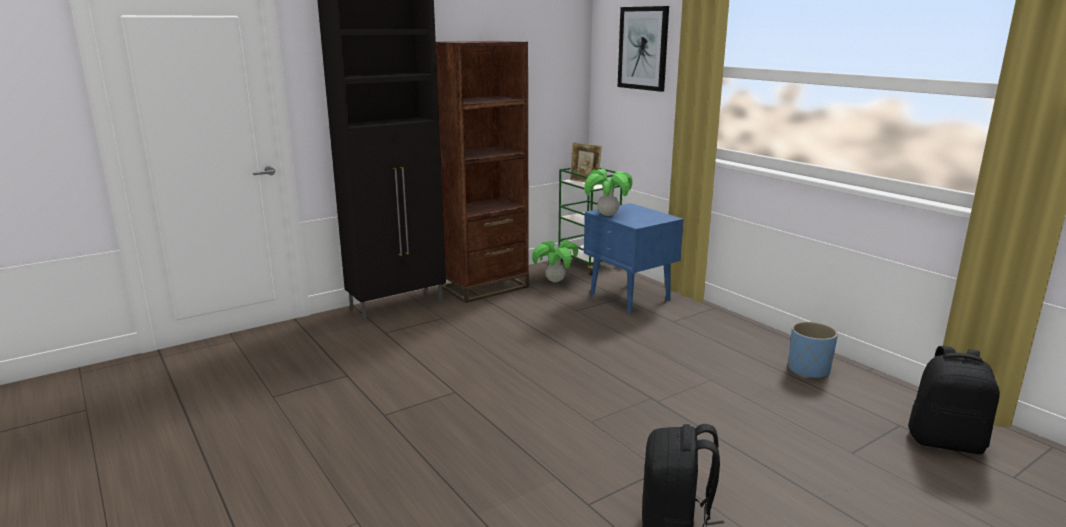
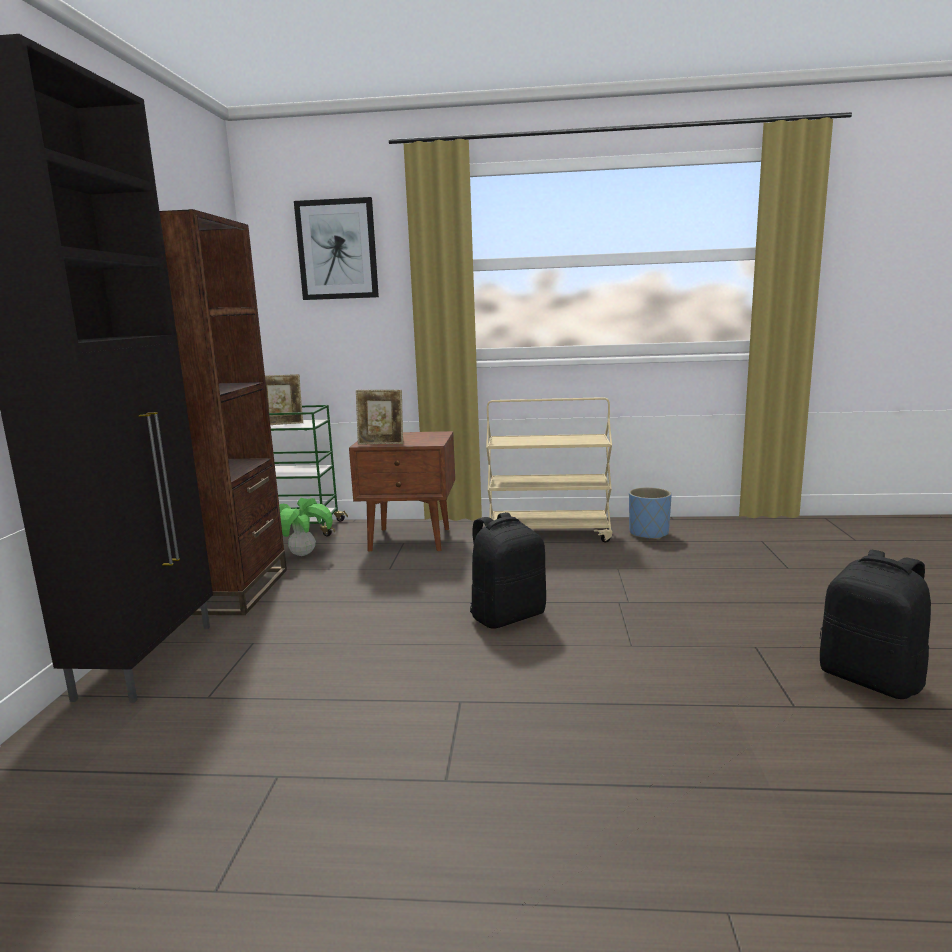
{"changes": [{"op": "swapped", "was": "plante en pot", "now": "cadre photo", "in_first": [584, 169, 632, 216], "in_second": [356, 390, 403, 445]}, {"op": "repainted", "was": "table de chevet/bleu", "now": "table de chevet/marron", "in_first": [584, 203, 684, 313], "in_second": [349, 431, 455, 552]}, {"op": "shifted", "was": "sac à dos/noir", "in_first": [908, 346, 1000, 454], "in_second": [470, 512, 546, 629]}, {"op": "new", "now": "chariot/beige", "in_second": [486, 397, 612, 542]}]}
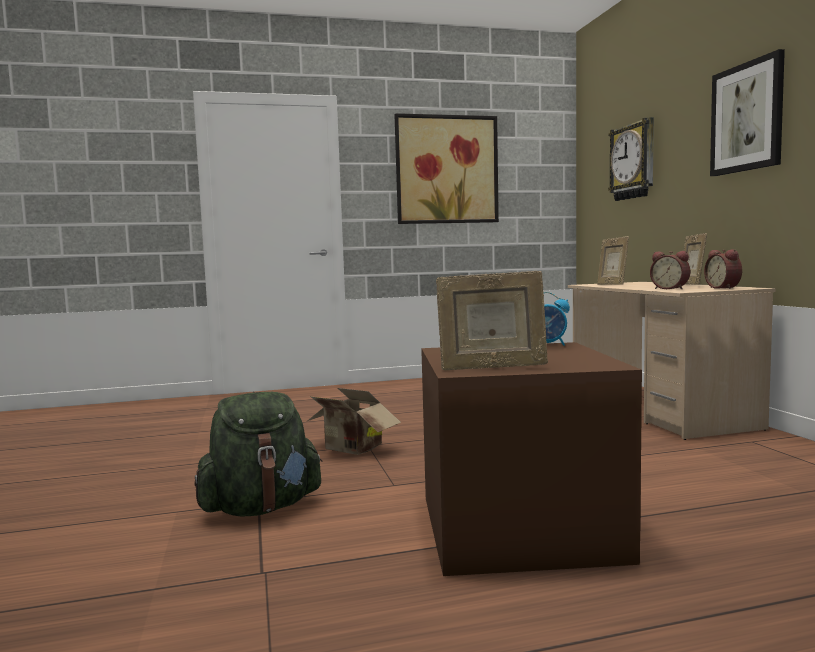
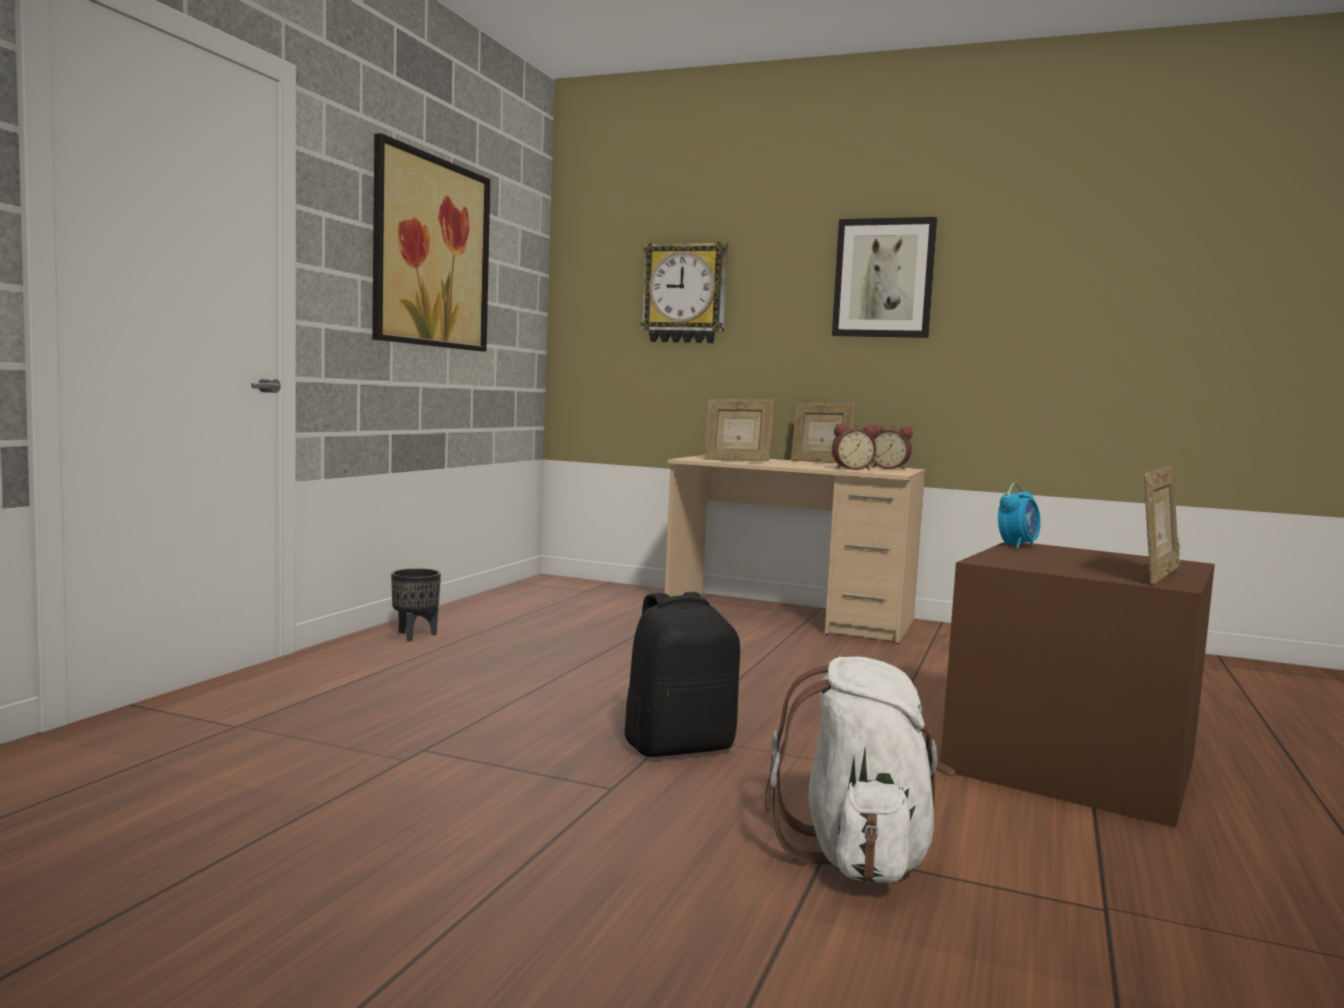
{"changes": [{"op": "swapped", "was": "carton", "now": "sac à dos/noir", "in_first": [308, 388, 401, 455], "in_second": [624, 592, 740, 757]}, {"op": "repainted", "was": "sac à dos/vert", "now": "sac à dos/blanc", "in_first": [194, 392, 323, 517], "in_second": [765, 657, 955, 883]}, {"op": "new", "now": "cache-pot/noir", "in_second": [391, 568, 441, 641]}]}
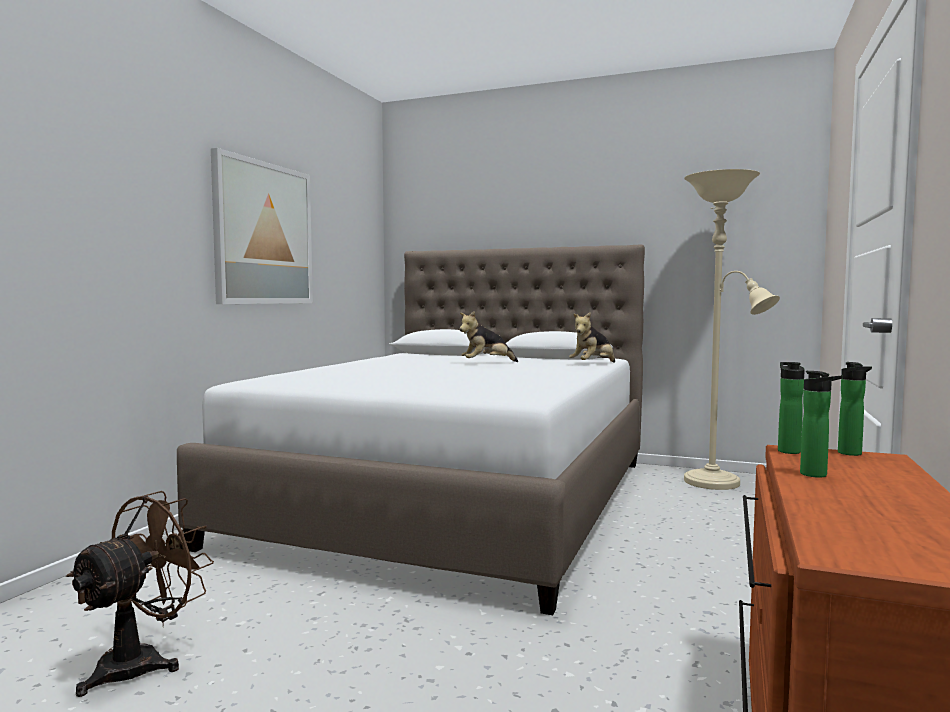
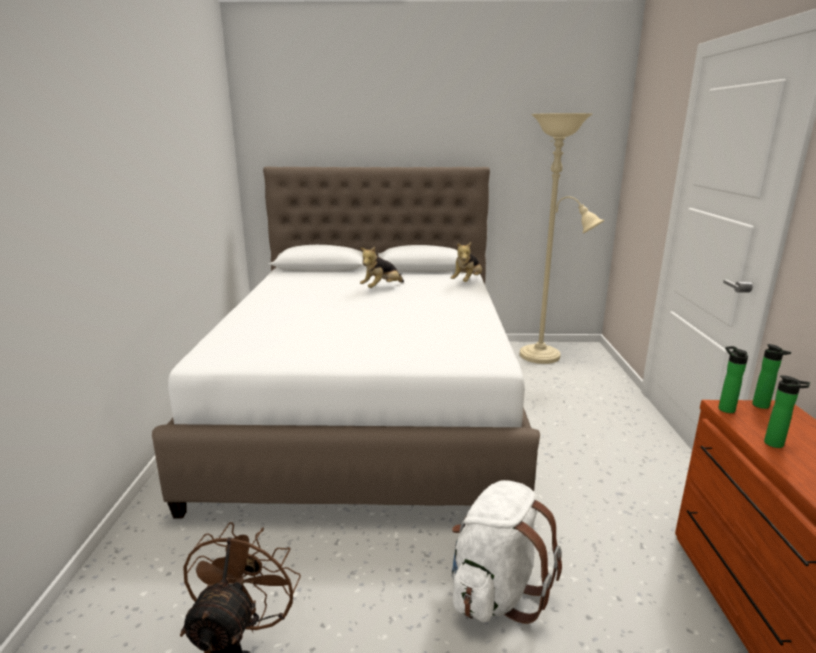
{"changes": [{"op": "gone", "was": "tableau", "in_first": [211, 148, 313, 304]}, {"op": "new", "now": "sac à dos/blanc", "in_second": [452, 480, 562, 624]}]}
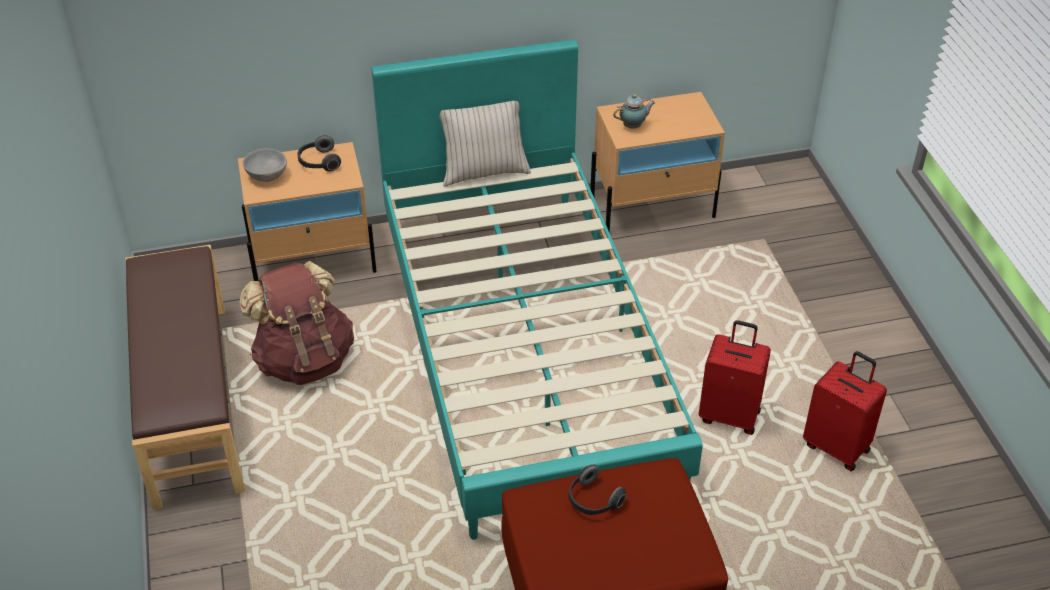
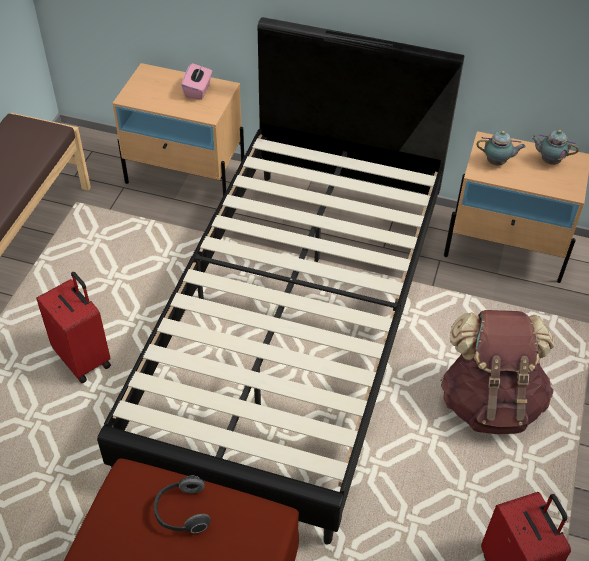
{"changes": [{"op": "repainted", "was": "lit/turquoise", "now": "lit/noir", "in_first": [371, 39, 703, 540], "in_second": [97, 17, 465, 545]}, {"op": "gone", "was": "coussin/beige", "in_first": [439, 101, 531, 187]}, {"op": "swapped", "was": "casque audio", "now": "boîte à mouchoirs/rose", "in_first": [298, 135, 341, 171], "in_second": [181, 63, 212, 100]}, {"op": "gone", "was": "bol/gris", "in_first": [243, 148, 287, 182]}, {"op": "shifted", "was": "sac à dos/marron", "in_first": [239, 261, 354, 385], "in_second": [440, 310, 555, 434]}, {"op": "shifted", "was": "valise/rouge", "in_first": [699, 320, 771, 435], "in_second": [36, 272, 111, 384]}, {"op": "new", "now": "théière", "in_second": [531, 130, 579, 165]}]}
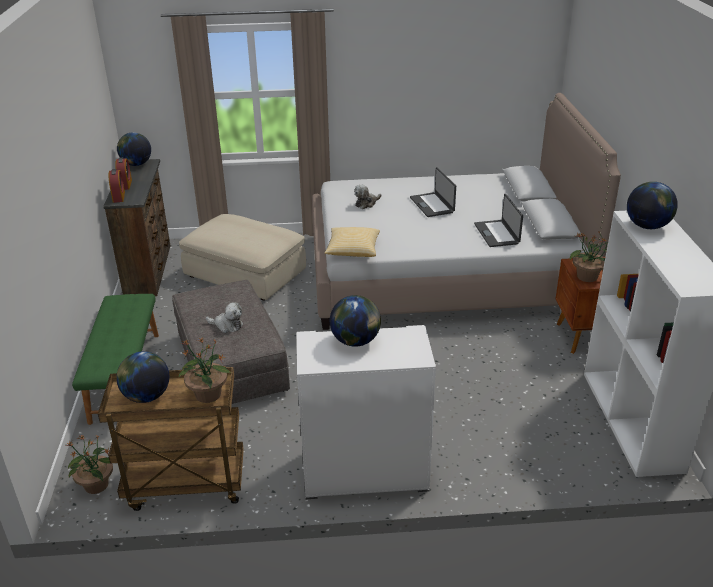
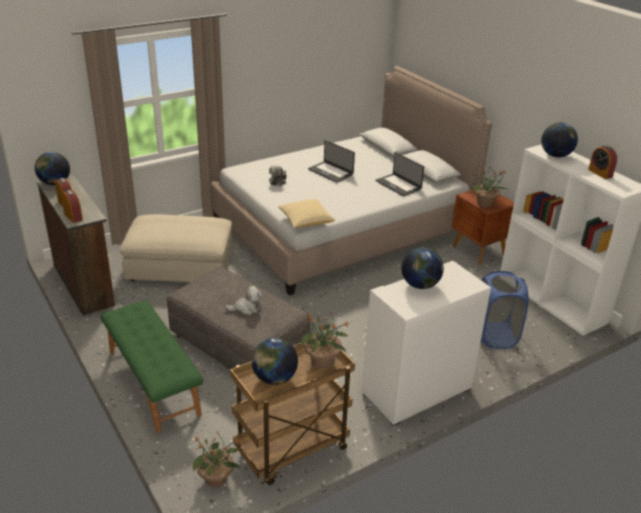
{"changes": [{"op": "new", "now": "réveil", "in_second": [588, 145, 617, 179]}, {"op": "new", "now": "panier à linge/bleu", "in_second": [481, 271, 528, 349]}]}
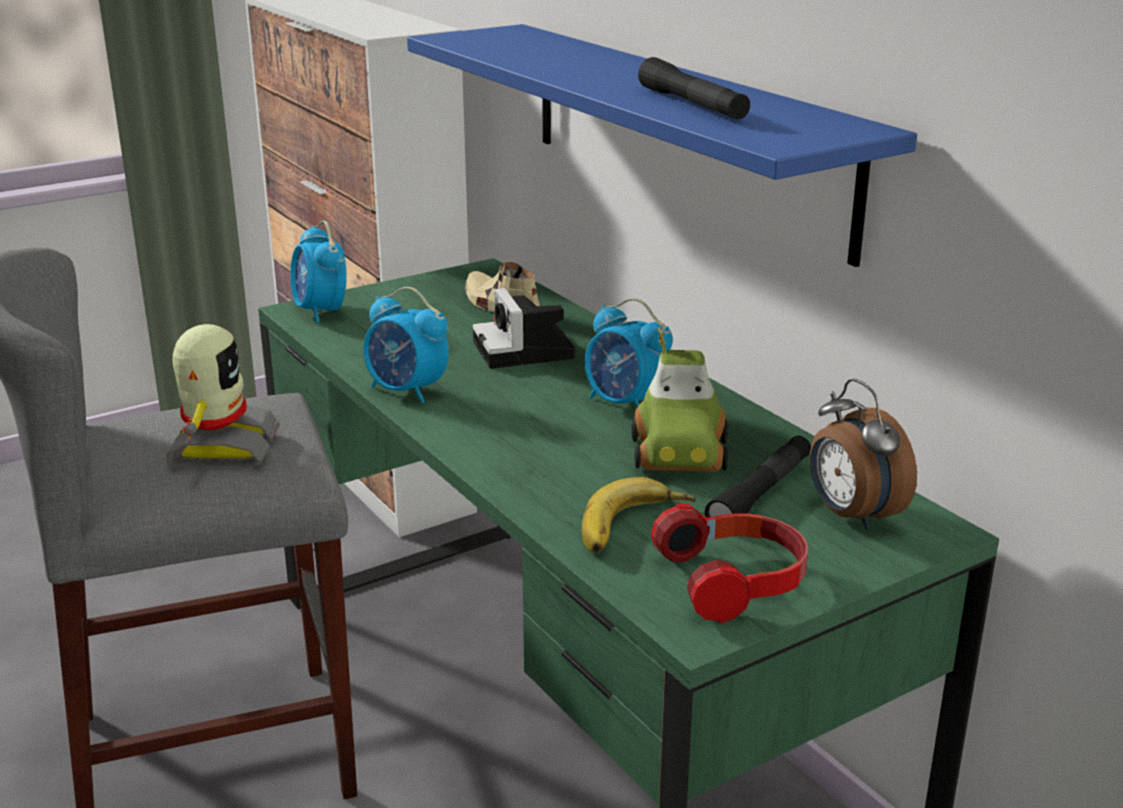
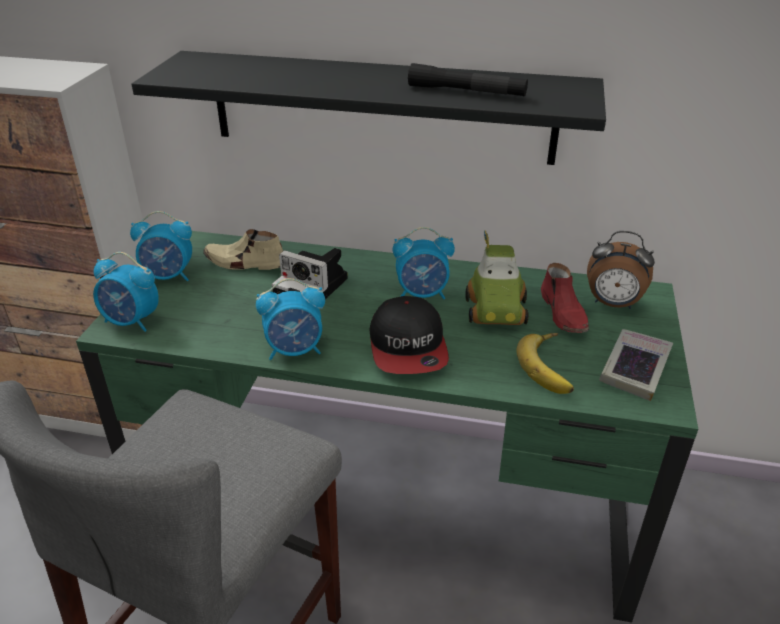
{"changes": [{"op": "repainted", "was": "étagère/bleu", "now": "étagère/noir", "in_first": [407, 24, 917, 267], "in_second": [131, 51, 606, 165]}, {"op": "gone", "was": "robot jouet", "in_first": [165, 324, 280, 470]}, {"op": "rotated", "was": "petite voiture", "in_first": [631, 327, 728, 472], "in_second": [465, 230, 528, 325], "clockwise": 45}, {"op": "swapped", "was": "lampe de poche/noir", "now": "chaussure/rouge", "in_first": [705, 436, 811, 518], "in_second": [541, 263, 589, 333]}, {"op": "swapped", "was": "casque audio", "now": "livre", "in_first": [651, 503, 808, 624], "in_second": [599, 329, 673, 401]}, {"op": "new", "now": "réveil", "in_second": [130, 211, 192, 281]}, {"op": "new", "now": "casquette", "in_second": [369, 296, 449, 374]}]}
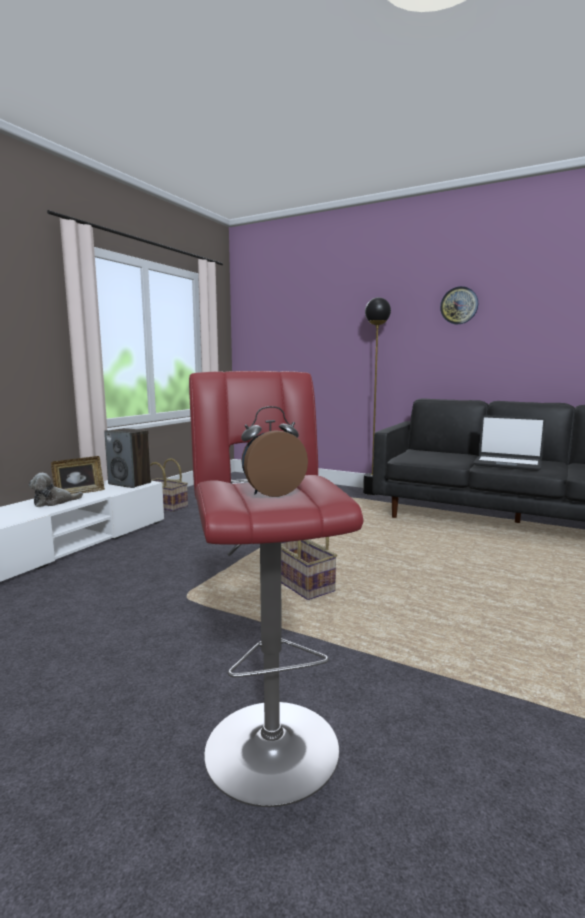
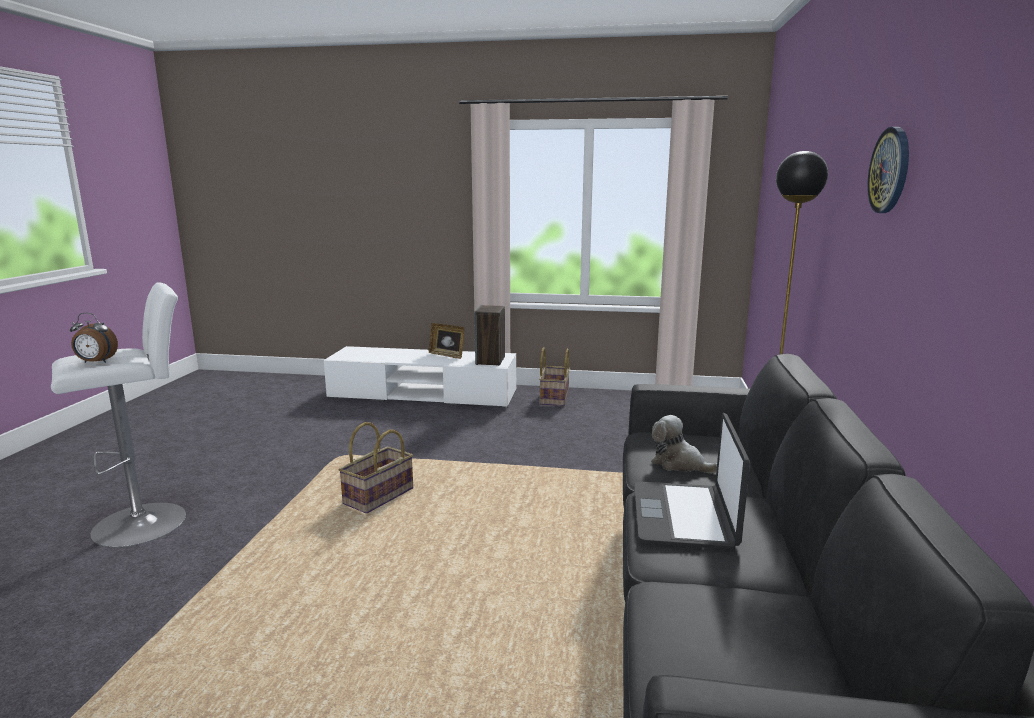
{"changes": [{"op": "repainted", "was": "tabouret/rouge", "now": "tabouret/blanc", "in_first": [189, 371, 363, 807], "in_second": [51, 282, 186, 547]}, {"op": "rotated", "was": "réveil", "in_first": [241, 406, 308, 497], "in_second": [70, 313, 118, 363], "clockwise": 135}, {"op": "shifted", "was": "peluche", "in_first": [29, 473, 83, 507], "in_second": [651, 415, 717, 473]}]}
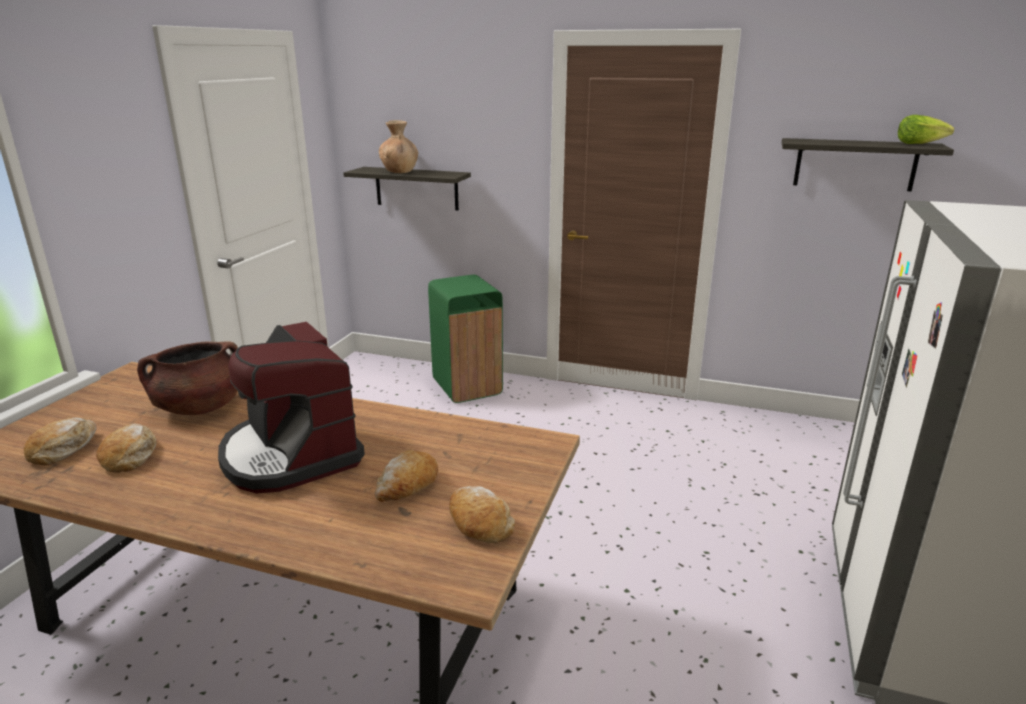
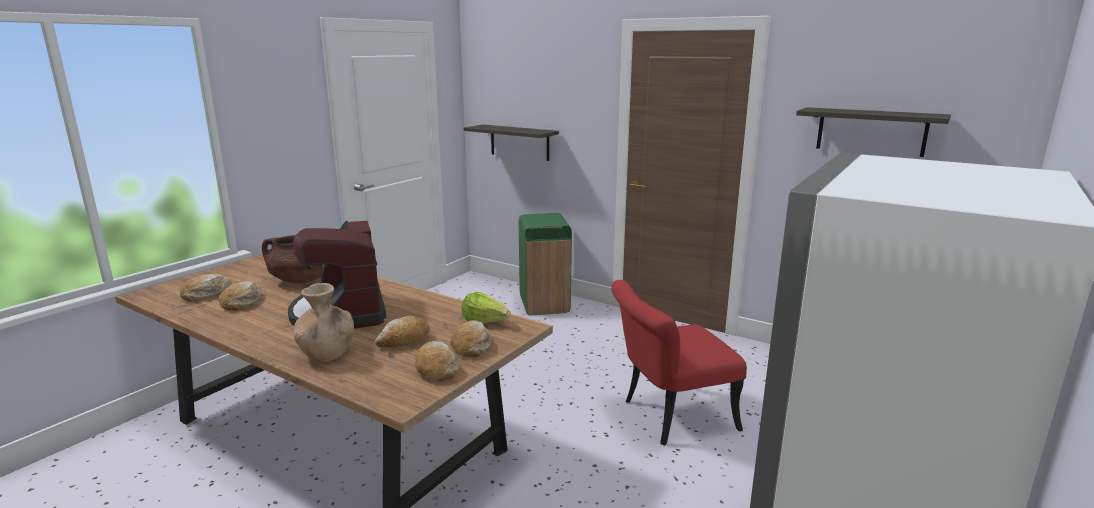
{"changes": [{"op": "shifted", "was": "laitue", "in_first": [898, 115, 954, 144], "in_second": [462, 292, 510, 323]}, {"op": "shifted", "was": "vase/marron", "in_first": [379, 120, 418, 173], "in_second": [294, 283, 355, 362]}, {"op": "new", "now": "chaise/rouge", "in_second": [611, 280, 747, 445]}, {"op": "new", "now": "pain", "in_second": [450, 320, 491, 357]}]}
